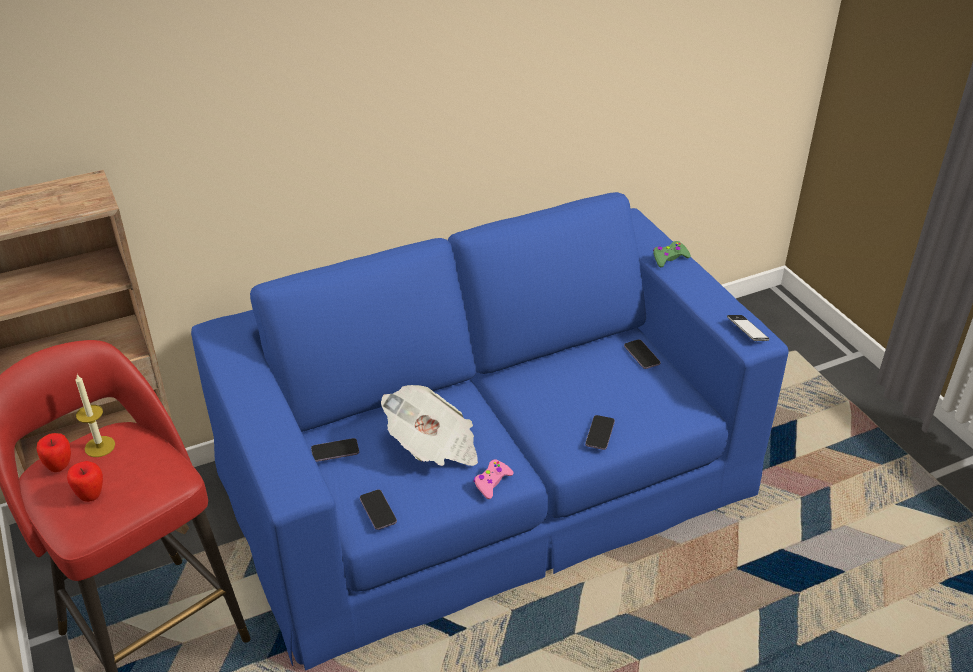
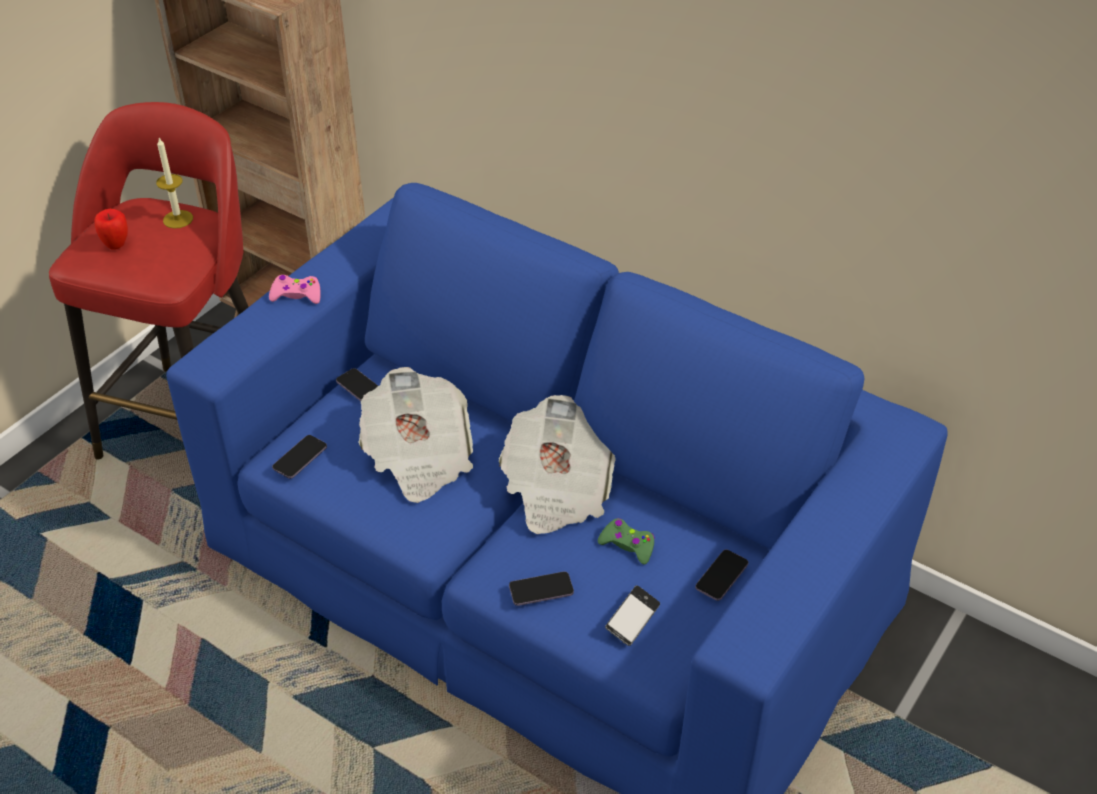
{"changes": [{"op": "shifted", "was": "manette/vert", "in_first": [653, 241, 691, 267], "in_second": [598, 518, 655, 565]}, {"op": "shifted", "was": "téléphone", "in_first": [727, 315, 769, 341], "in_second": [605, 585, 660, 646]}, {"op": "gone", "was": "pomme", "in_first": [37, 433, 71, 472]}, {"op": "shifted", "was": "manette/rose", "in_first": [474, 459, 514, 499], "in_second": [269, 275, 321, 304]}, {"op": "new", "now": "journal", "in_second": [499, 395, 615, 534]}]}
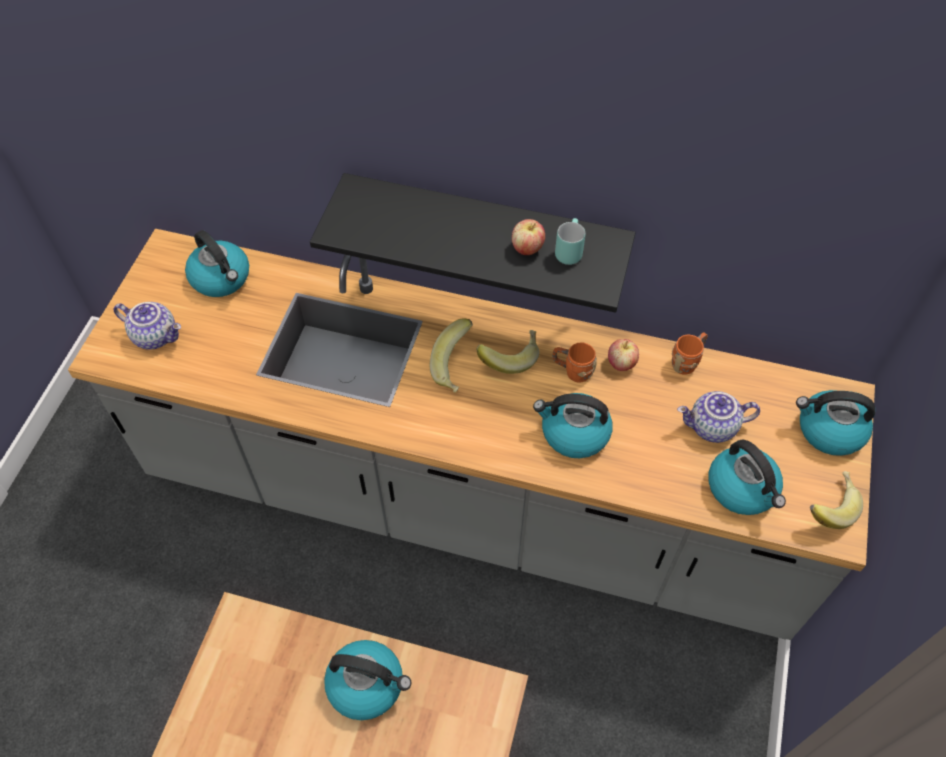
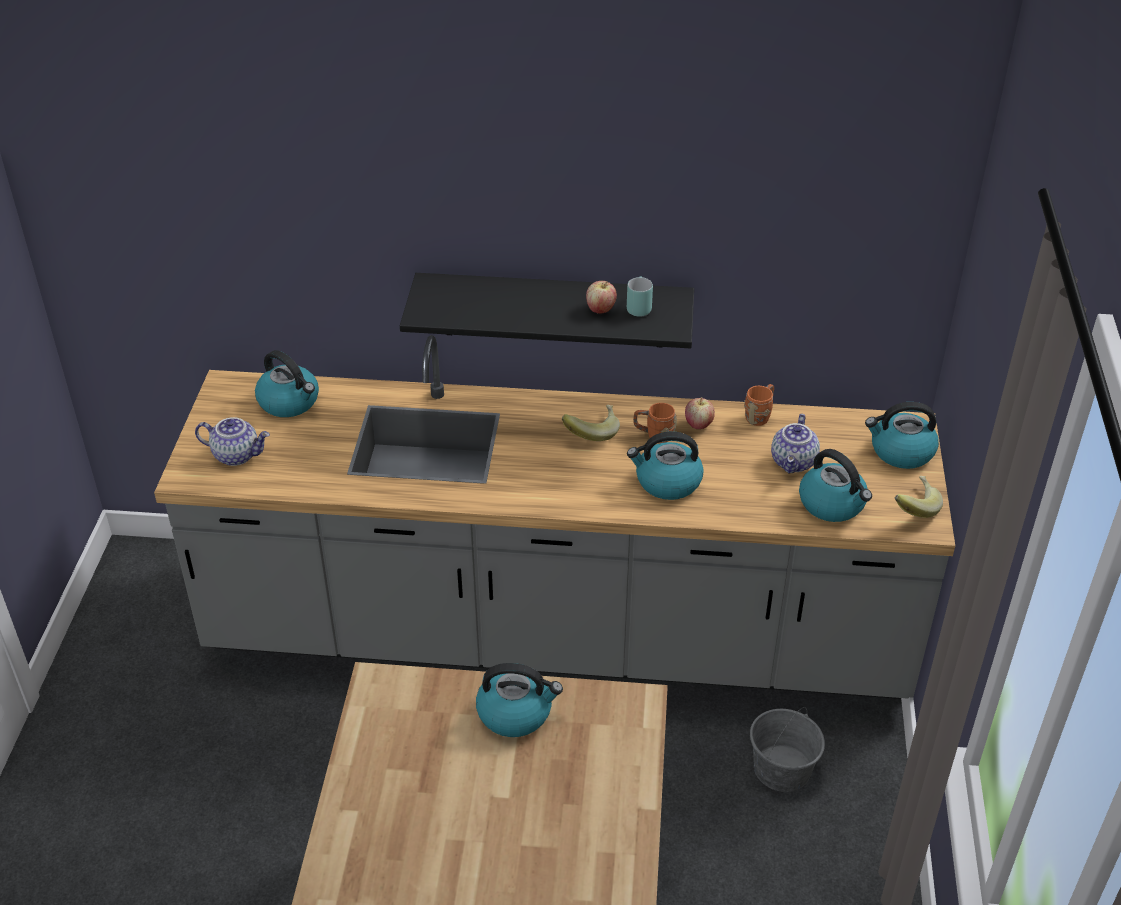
{"changes": [{"op": "gone", "was": "banane", "in_first": [430, 318, 473, 393]}, {"op": "rotated", "was": "théière", "in_first": [677, 391, 760, 443], "in_second": [771, 414, 820, 473], "clockwise": -60}, {"op": "new", "now": "seau/gris", "in_second": [750, 707, 825, 792]}]}
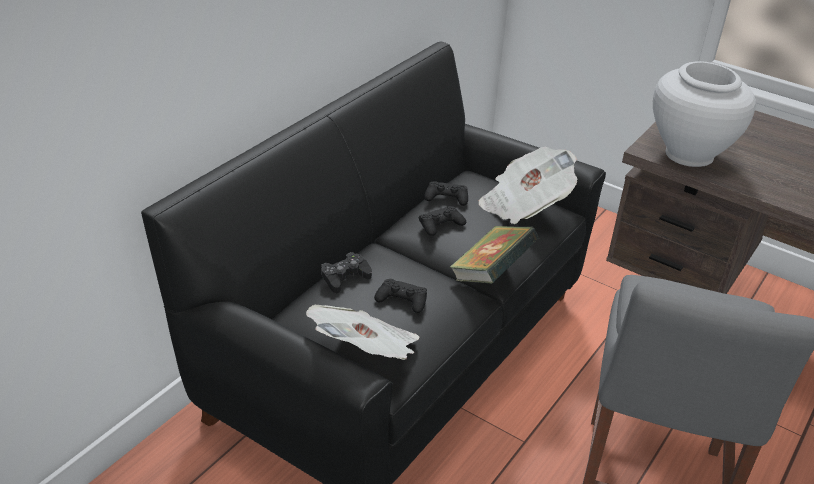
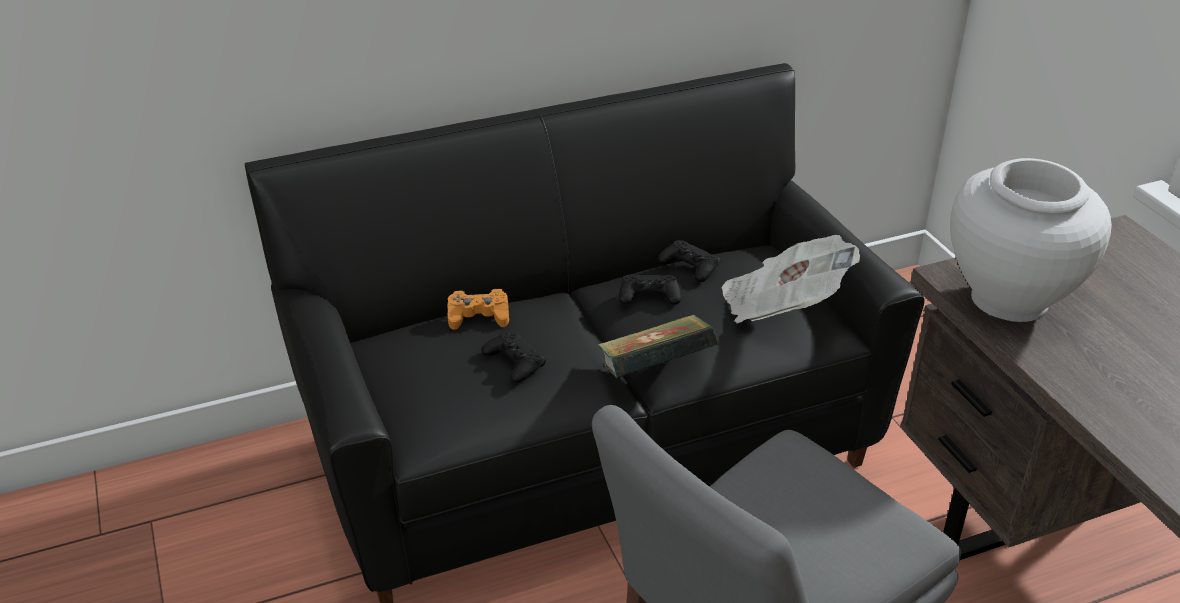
{"changes": [{"op": "repainted", "was": "manette/noir", "now": "manette/orange", "in_first": [321, 252, 372, 293], "in_second": [448, 289, 509, 330]}, {"op": "gone", "was": "journal", "in_first": [306, 305, 419, 360]}]}
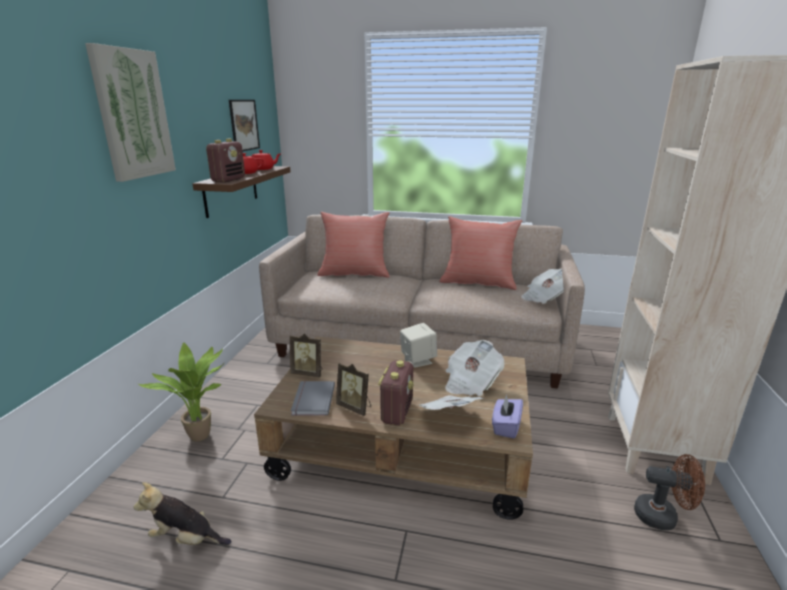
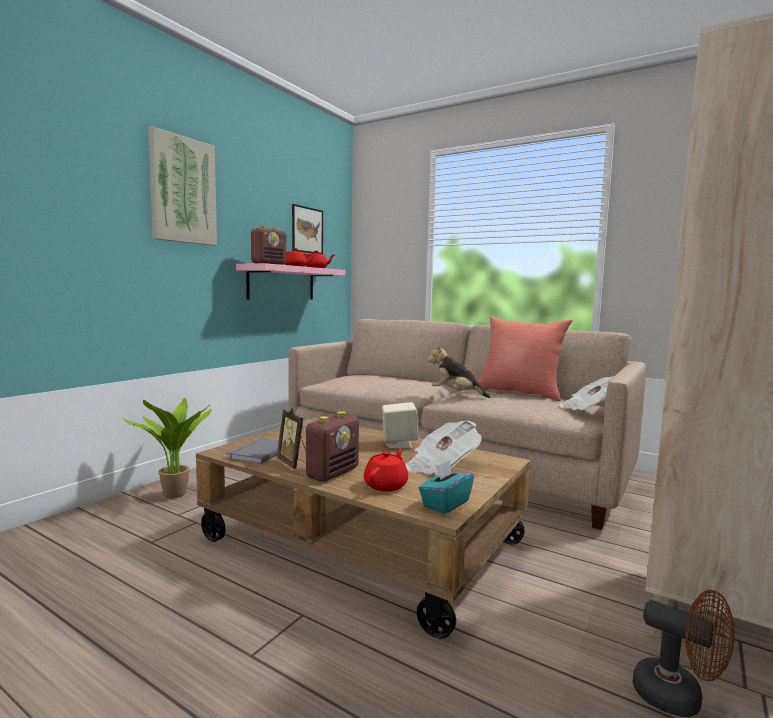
{"changes": [{"op": "repainted", "was": "étagère/marron", "now": "étagère/rose", "in_first": [192, 166, 291, 218], "in_second": [236, 263, 345, 300]}, {"op": "gone", "was": "coussin/rouge", "in_first": [317, 212, 390, 278]}, {"op": "gone", "was": "cadre photo", "in_first": [290, 333, 322, 378]}, {"op": "repainted", "was": "boîte à mouchoirs/violet", "now": "boîte à mouchoirs/turquoise", "in_first": [492, 394, 523, 438], "in_second": [419, 460, 474, 514]}, {"op": "swapped", "was": "journal", "now": "théière/rouge", "in_first": [418, 395, 484, 410], "in_second": [364, 449, 408, 491]}, {"op": "shifted", "was": "peluche", "in_first": [133, 482, 231, 545], "in_second": [427, 345, 490, 398]}]}
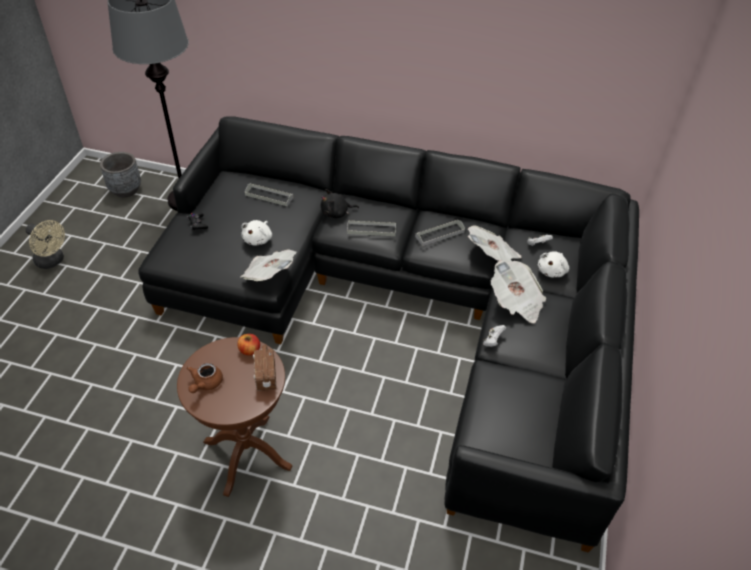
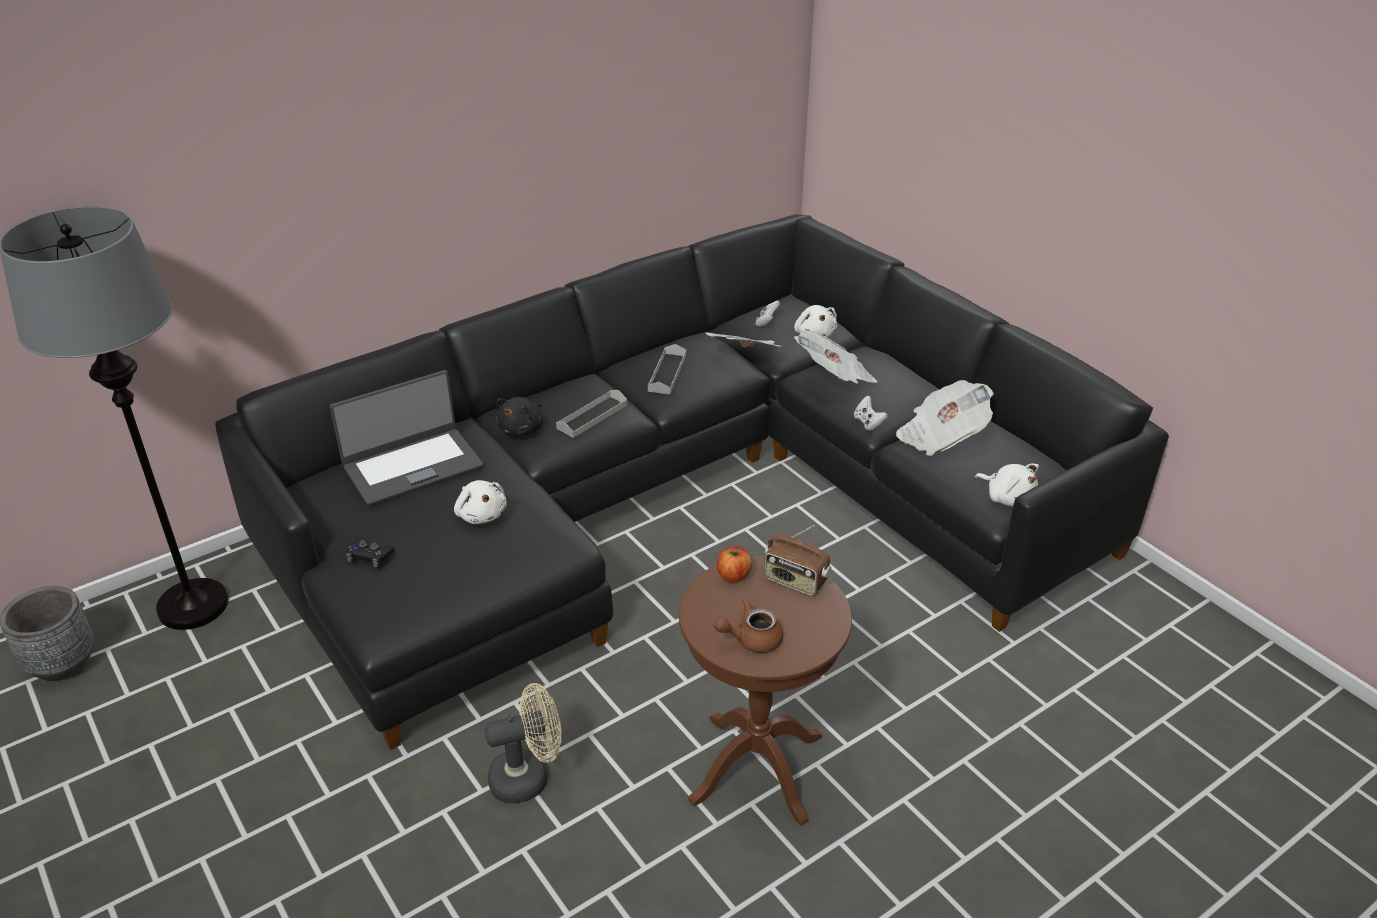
{"changes": [{"op": "swapped", "was": "plateau/gris", "now": "ordinateur portable", "in_first": [245, 183, 293, 206], "in_second": [330, 370, 483, 506]}, {"op": "shifted", "was": "ventilateur/beige", "in_first": [26, 220, 65, 269], "in_second": [484, 683, 562, 804]}, {"op": "shifted", "was": "journal", "in_first": [241, 249, 297, 281], "in_second": [896, 380, 994, 456]}, {"op": "rotated", "was": "théière/marron", "in_first": [186, 363, 223, 393], "in_second": [714, 598, 783, 653], "clockwise": 105}, {"op": "new", "now": "peluche/blanc", "in_second": [975, 464, 1039, 507]}]}
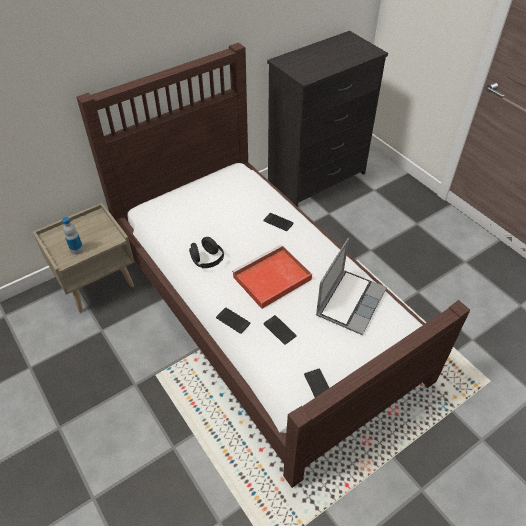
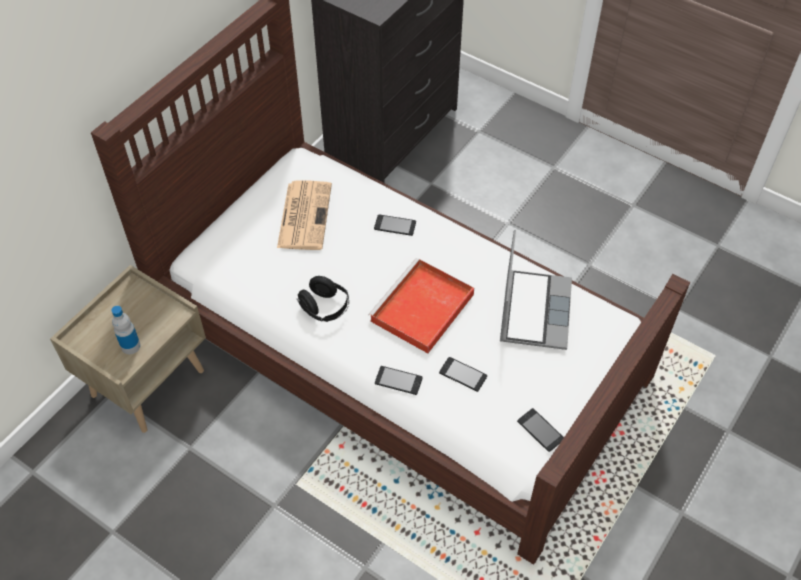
{"changes": [{"op": "new", "now": "journal", "in_second": [277, 180, 332, 250]}]}
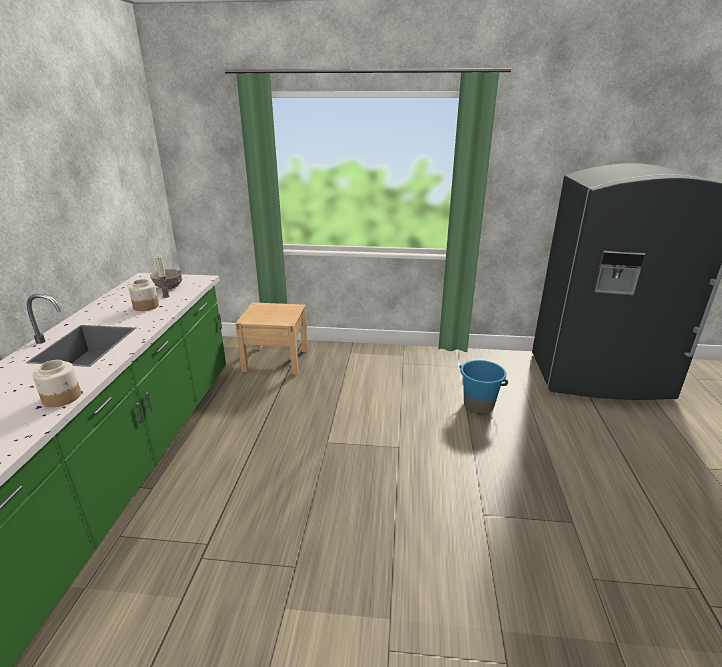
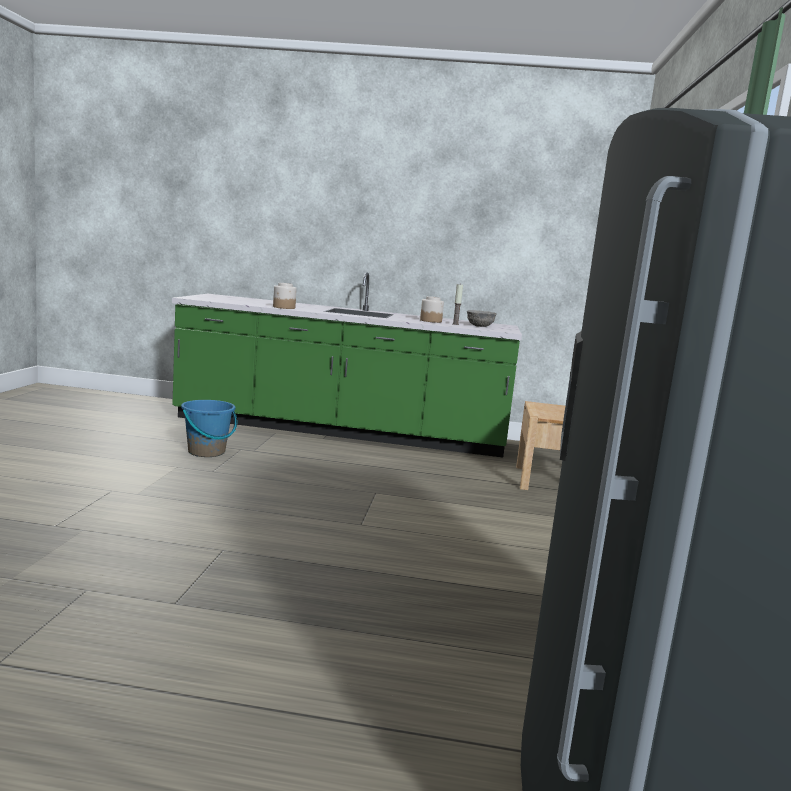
{"changes": [{"op": "shifted", "was": "seau/bleu", "in_first": [459, 360, 508, 413], "in_second": [181, 400, 237, 457]}]}
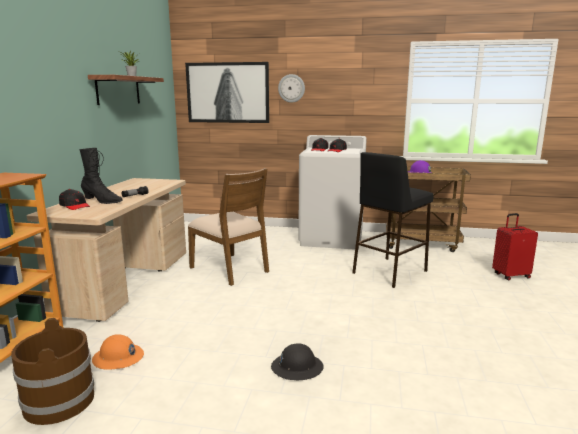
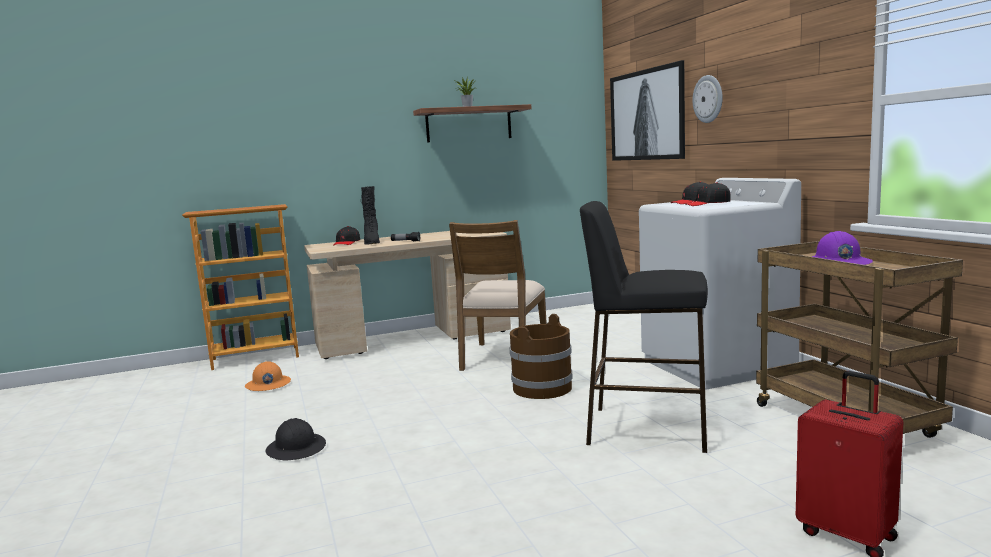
{"changes": [{"op": "shifted", "was": "seau/marron", "in_first": [11, 318, 94, 425], "in_second": [510, 314, 573, 399]}]}
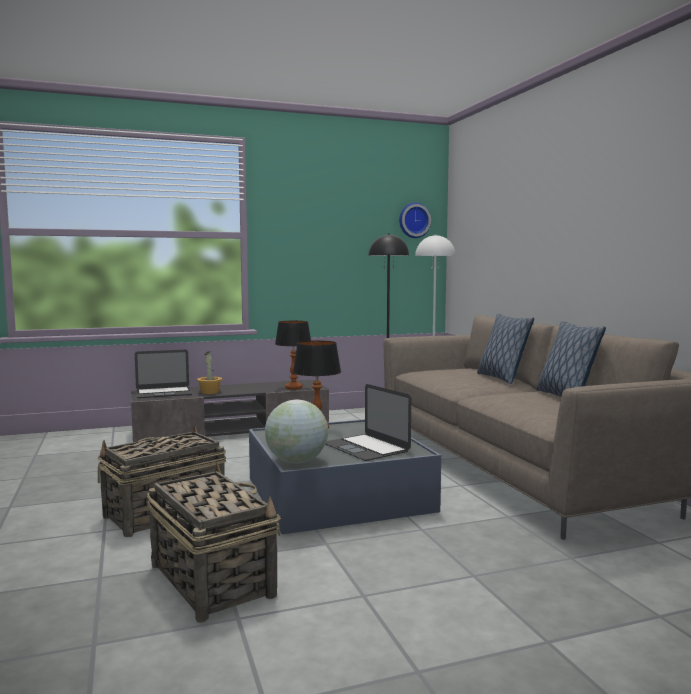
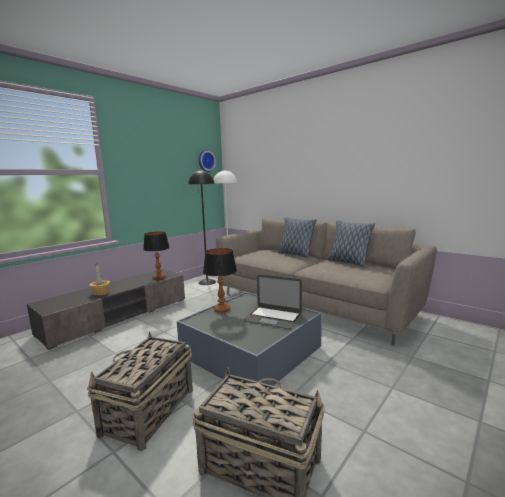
{"changes": [{"op": "gone", "was": "ordinateur portable", "in_first": [135, 350, 193, 398]}, {"op": "gone", "was": "globe", "in_first": [265, 400, 328, 464]}]}
